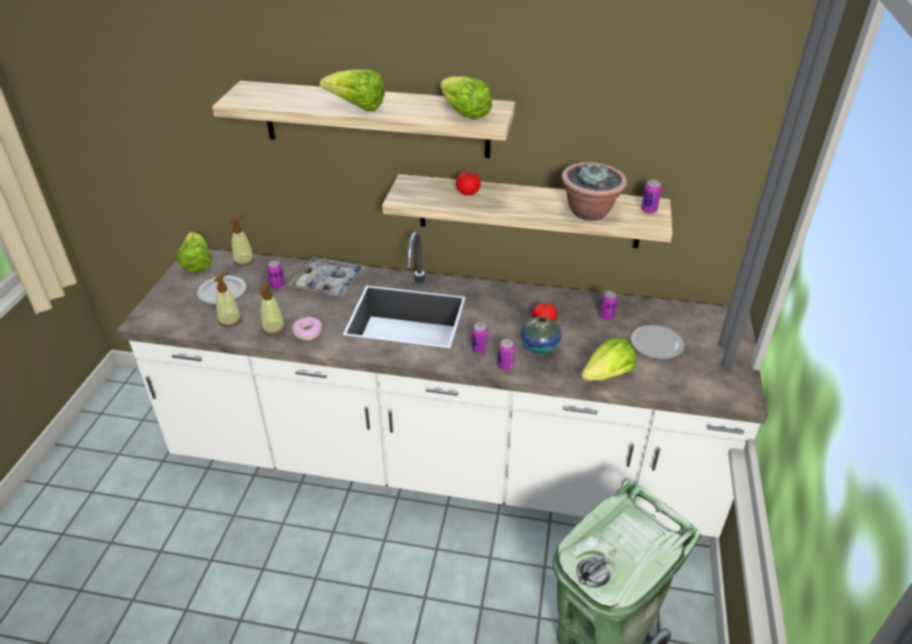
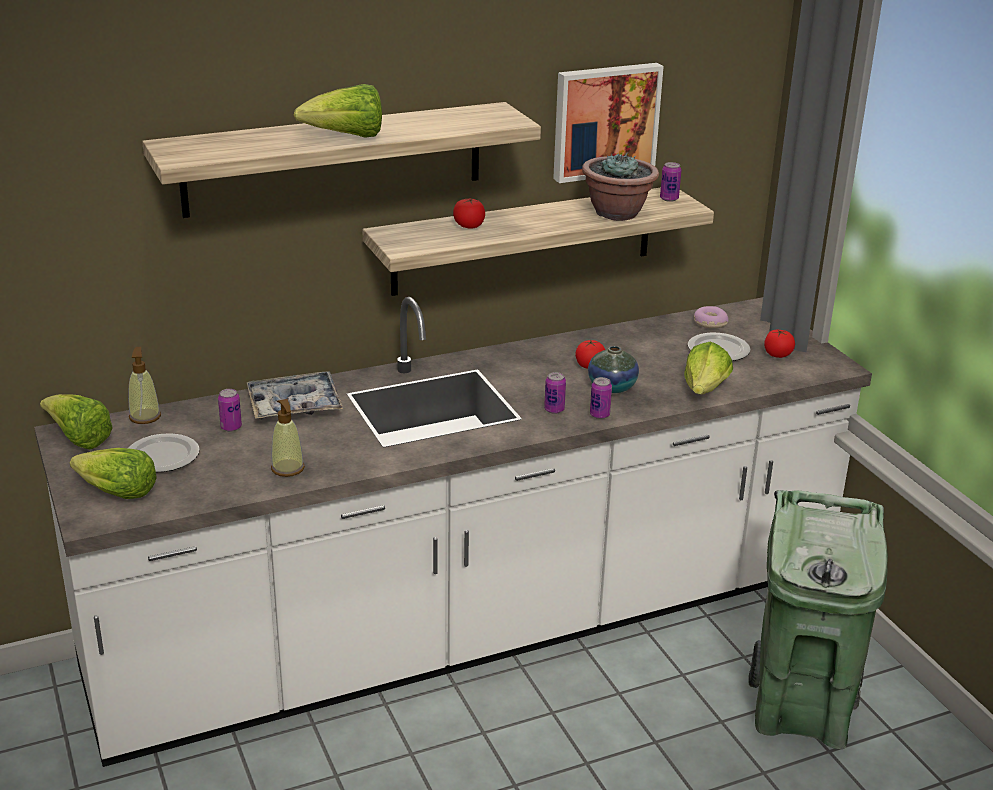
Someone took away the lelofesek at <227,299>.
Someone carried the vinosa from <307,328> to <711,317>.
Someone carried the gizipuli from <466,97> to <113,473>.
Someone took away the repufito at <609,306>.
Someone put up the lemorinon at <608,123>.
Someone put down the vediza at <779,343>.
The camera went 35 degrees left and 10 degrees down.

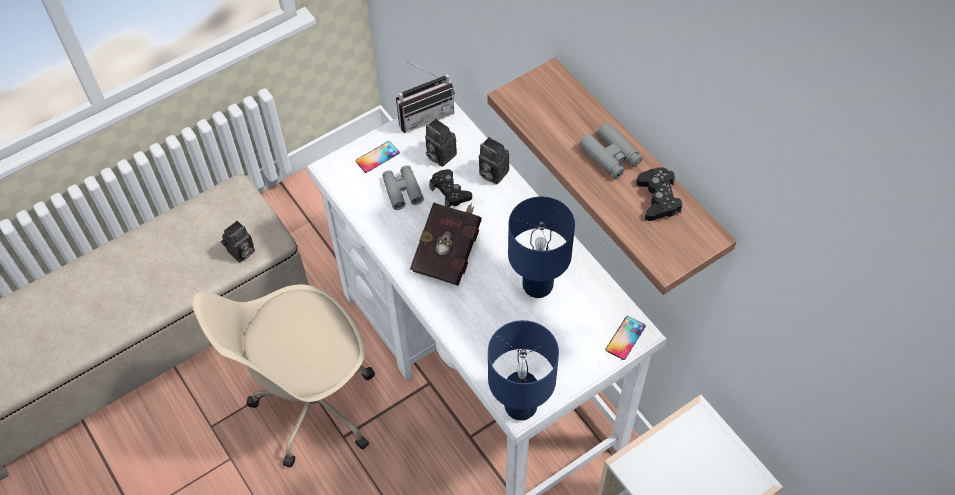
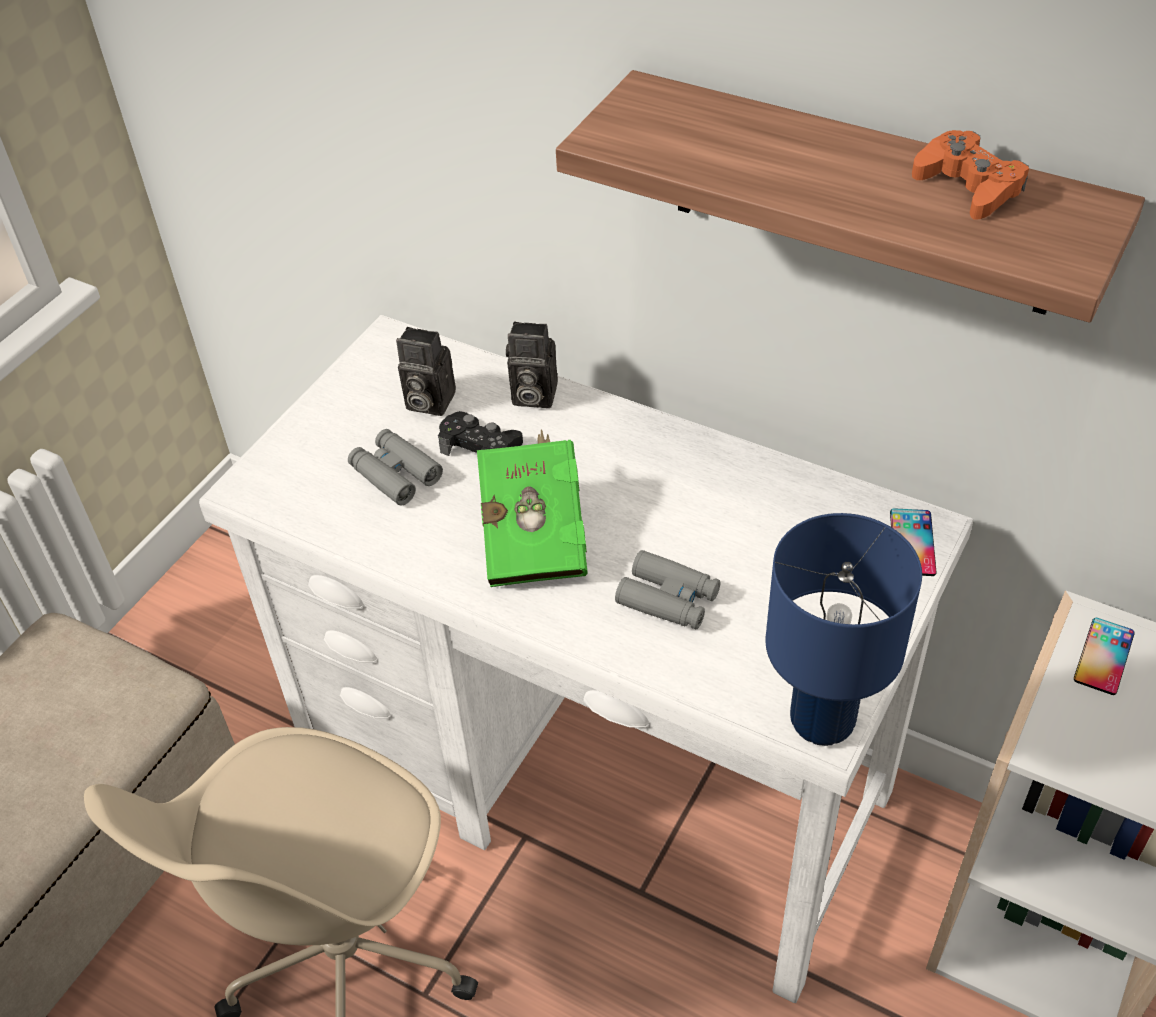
Someone took away the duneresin at <238,242>.
Someone carried the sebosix from <377,157> to <1104,656>.
Someone took away the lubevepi at <425,97>.
Someone repainted the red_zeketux at <446,244>, which became the green_zeketux at <532,508>.
Someone took away the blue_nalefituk at <541,247>.
Someone carried the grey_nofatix from <611,151> to <667,589>.
Someone repainted the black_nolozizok at <659,194>, which became the orange_nolozizok at <970,175>.
The camera went 25 degrees left and 10 degrees down.

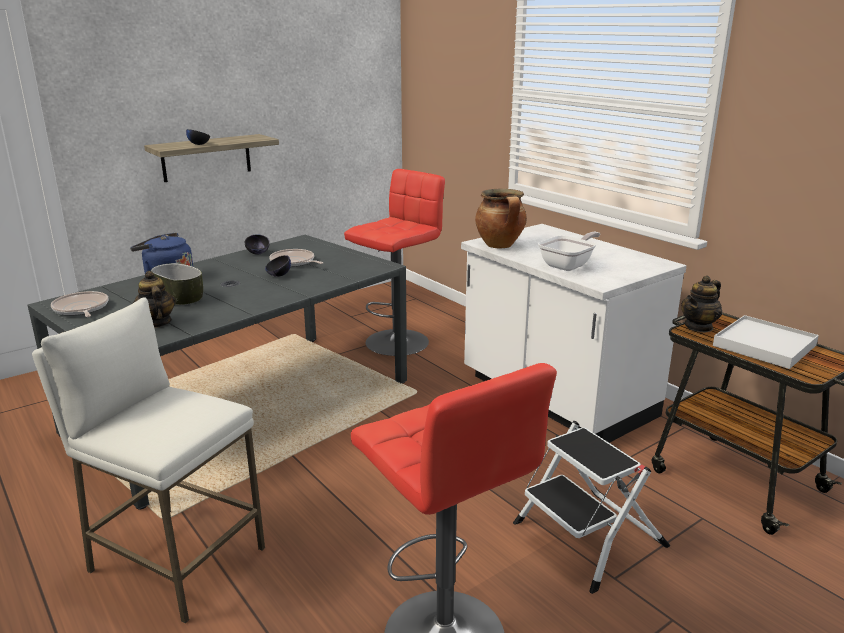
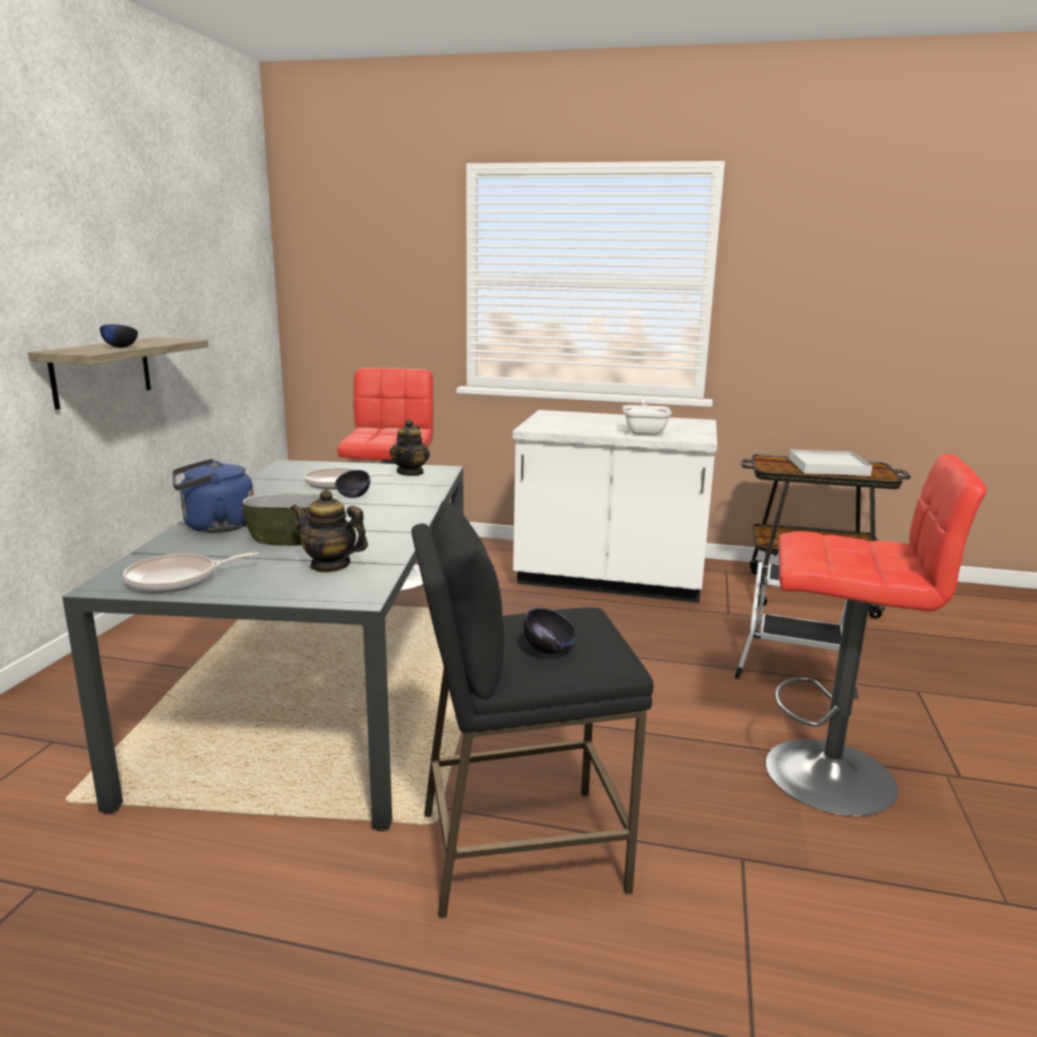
Someone repainted the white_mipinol at <148,460>, which became the black_mipinol at <532,709>.
Someone rotated the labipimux at <80,304> by 45 degrees counterclockwise.
Someone carried the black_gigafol from <257,244> to <549,631>.
Someone took away the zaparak at <501,218>.
Someone carried the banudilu from <702,304> to <410,447>.
The camera went 40 degrees left and 5 degrees down.

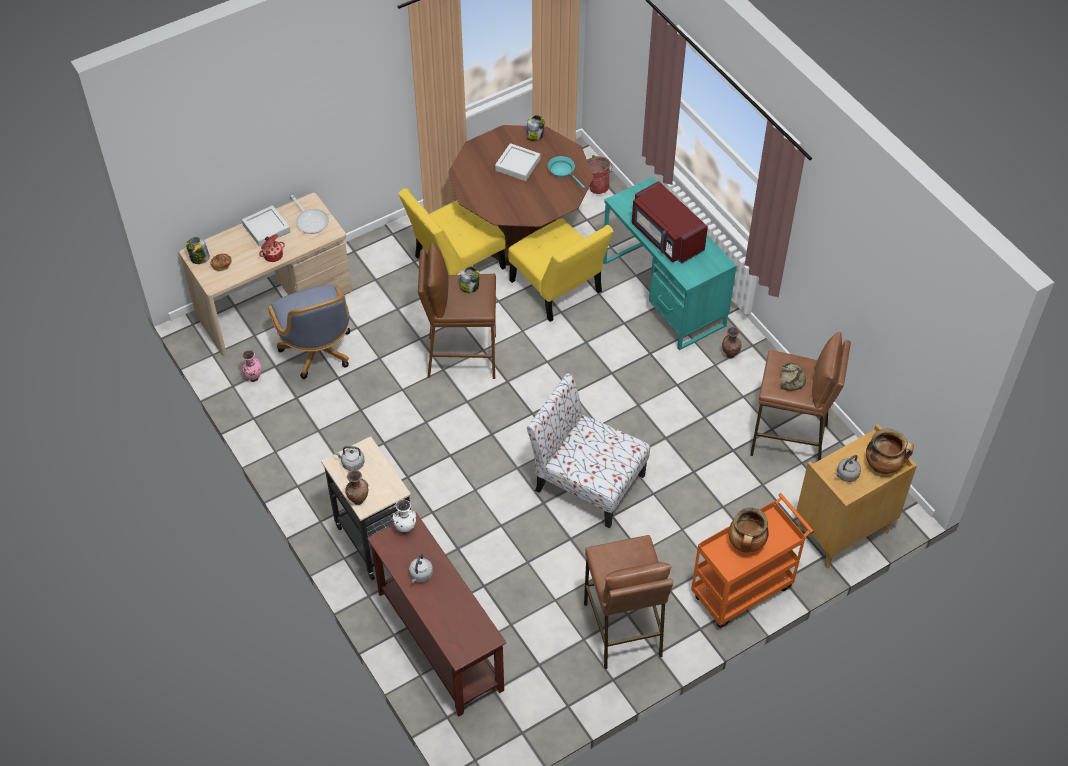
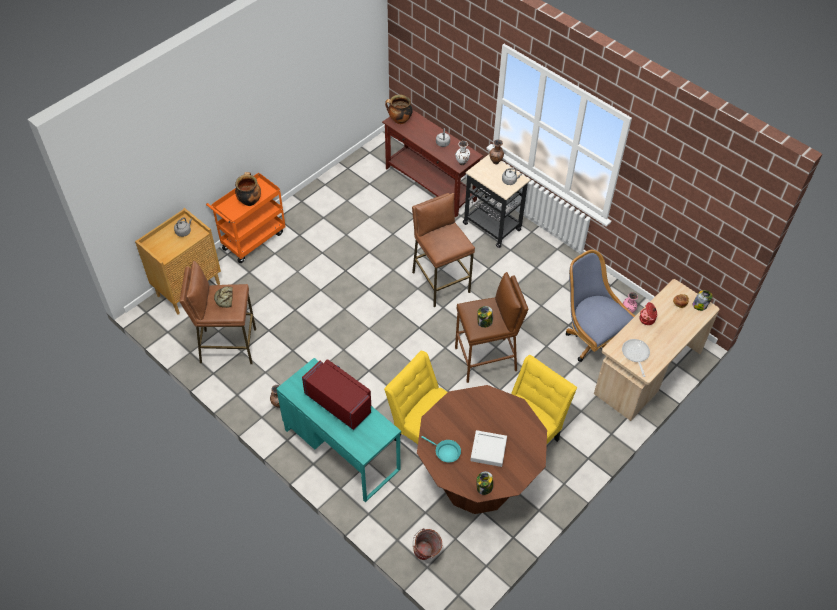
Someone took away the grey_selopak at <266,226>.
Someone rotated the labipimux at <310,214> by 45 degrees clockwise.
Someone took away the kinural at <588,450>.
Someone carried the brown_mipinol from <628,602> to <443,250>.
Someone carried the zaparak from <890,451> to <399,109>.
The camera went 165 degrees right and 0 degrees up.

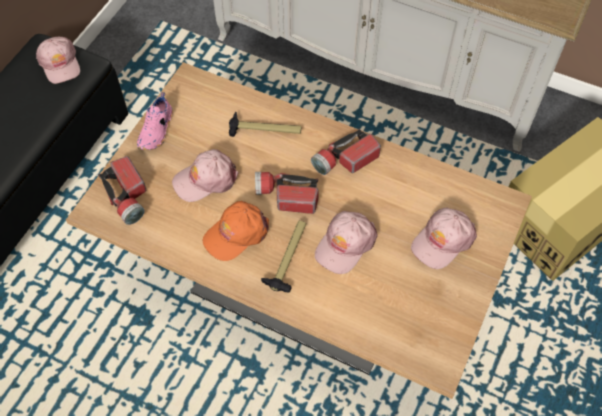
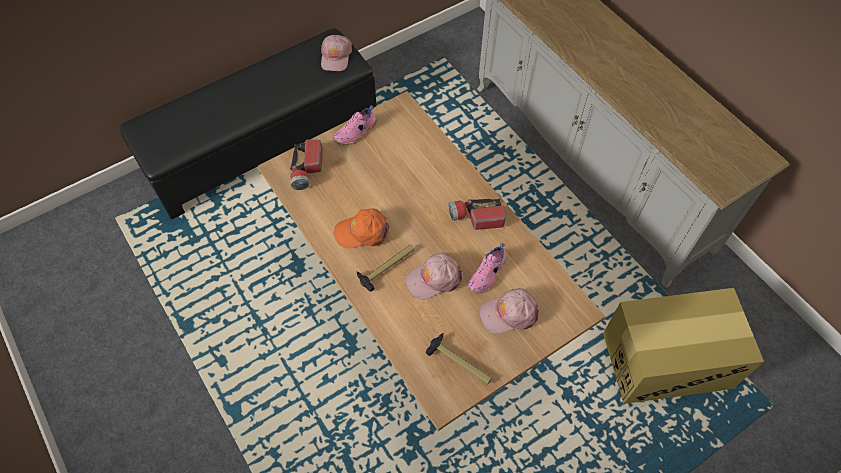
Someone took away the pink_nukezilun at <205,175>.
Someone carried the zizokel from <265,124> to <459,358>.
Someone took away the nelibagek at <287,193>.
Someone put down the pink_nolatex at <487,268>.
The camera went 30 degrees right and 0 degrees up.

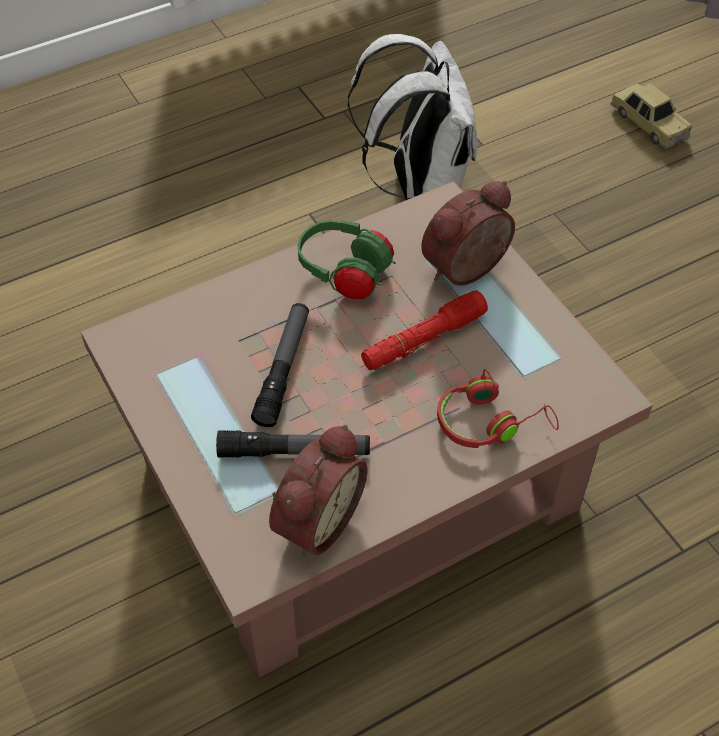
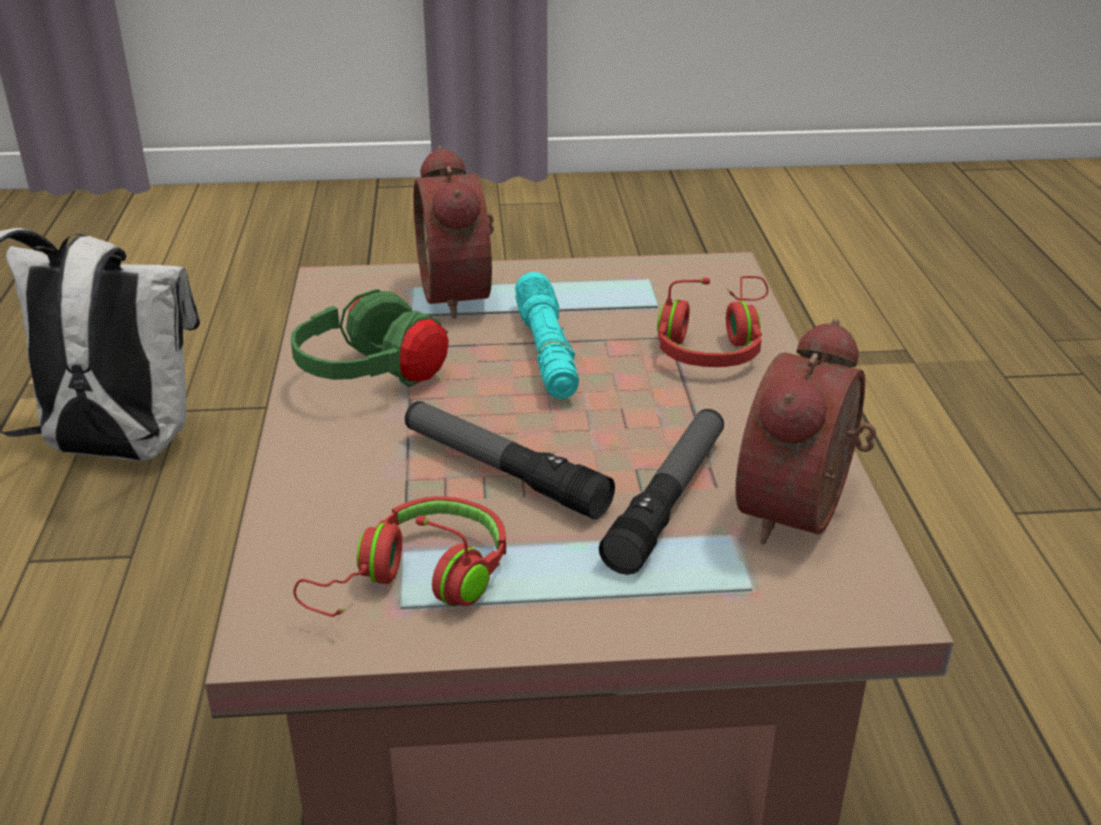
Someone rotated the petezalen at <318,491> by 120 degrees counterclockwise.
Someone repainted the red_nelibagek at <424,330>, which became the turquoise_nelibagek at <547,335>.
Someone took away the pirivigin at <651,115>.
Someone put down the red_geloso at <399,556>.
The camera went 65 degrees left and 20 degrees down.

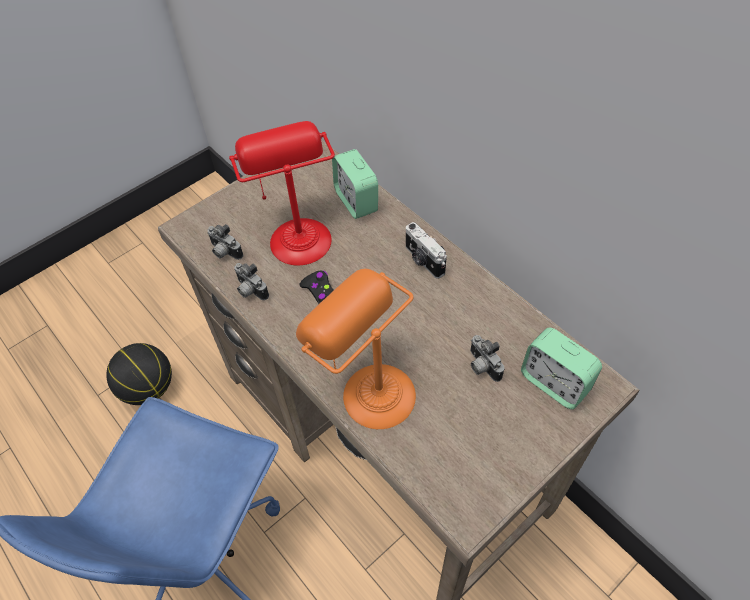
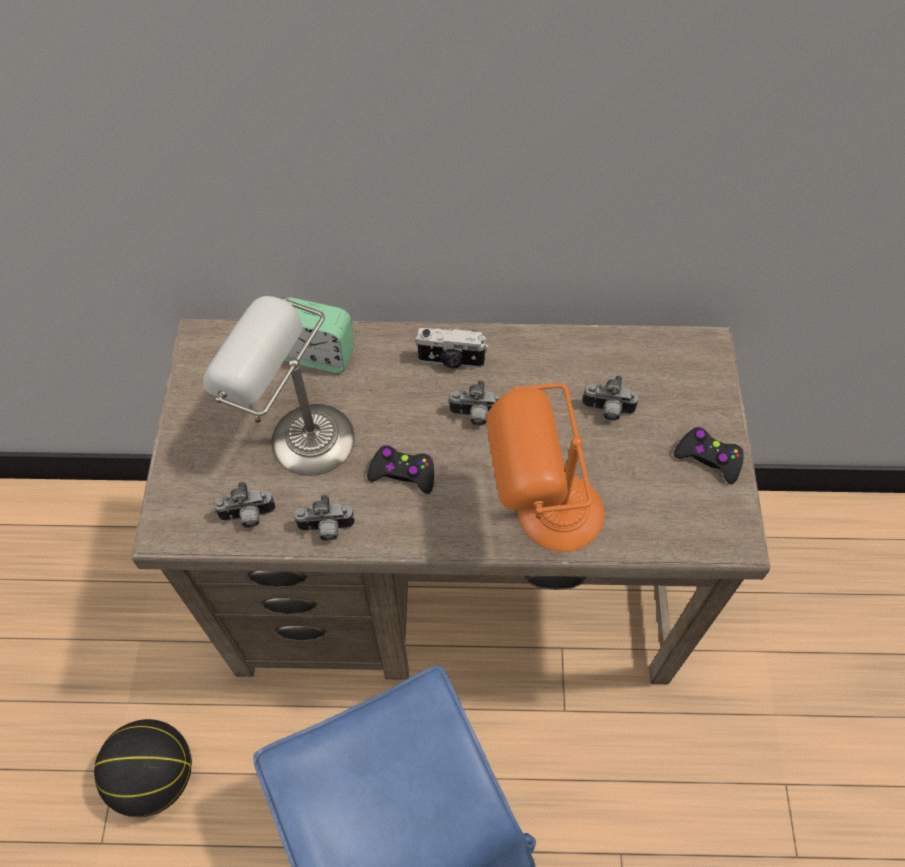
Someone repainted the red_nalefituk at <282,193>, which became the white_nalefituk at <279,386>.
Someone took away the petezalen at <561,368>.
Someone put down the duneresin at <474,403>.
Someone put down the black_nolozizok at <709,456>.
The camera went 50 degrees left and 5 degrees up.

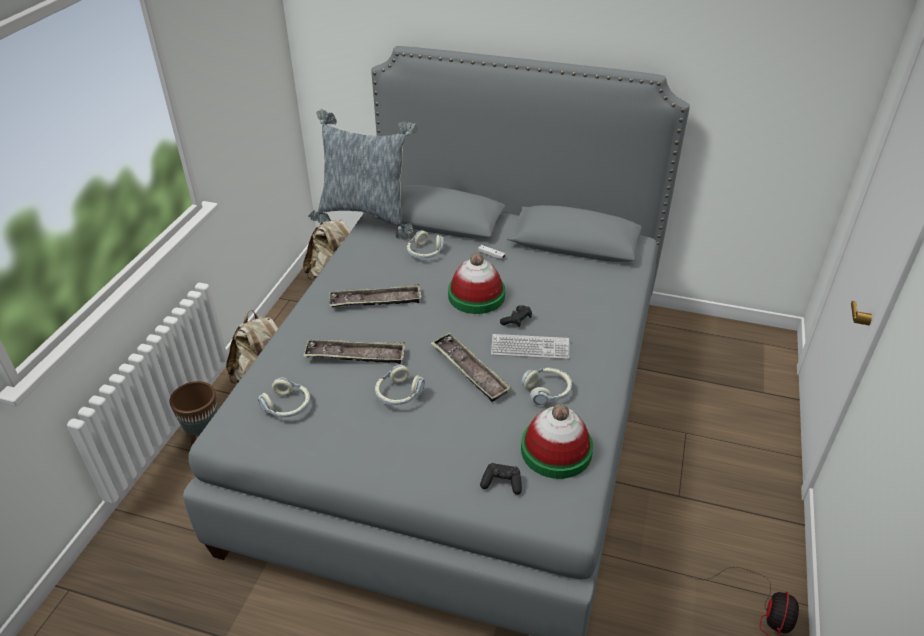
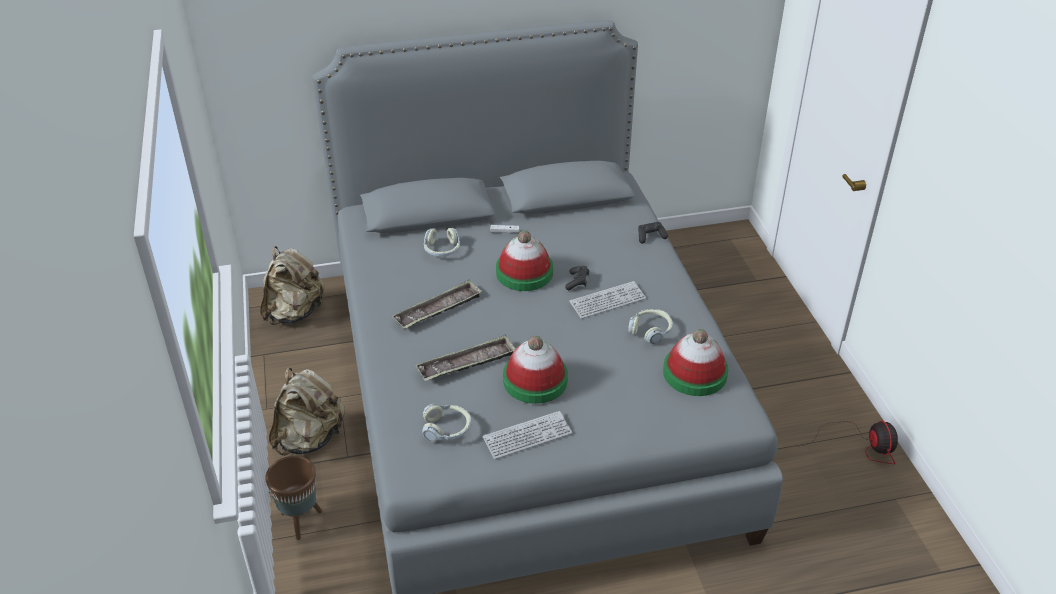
Someone took away the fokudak at <363,174>.
Someone swapped the geloso at <400,385> for the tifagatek at <535,370>.
Someone took away the selopak at <471,367>.
Someone carried the black_nolozizok from <501,479> to <653,233>.
Someone put down the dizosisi at <527,435>.
The camera went 30 degrees left and 0 degrees up.

